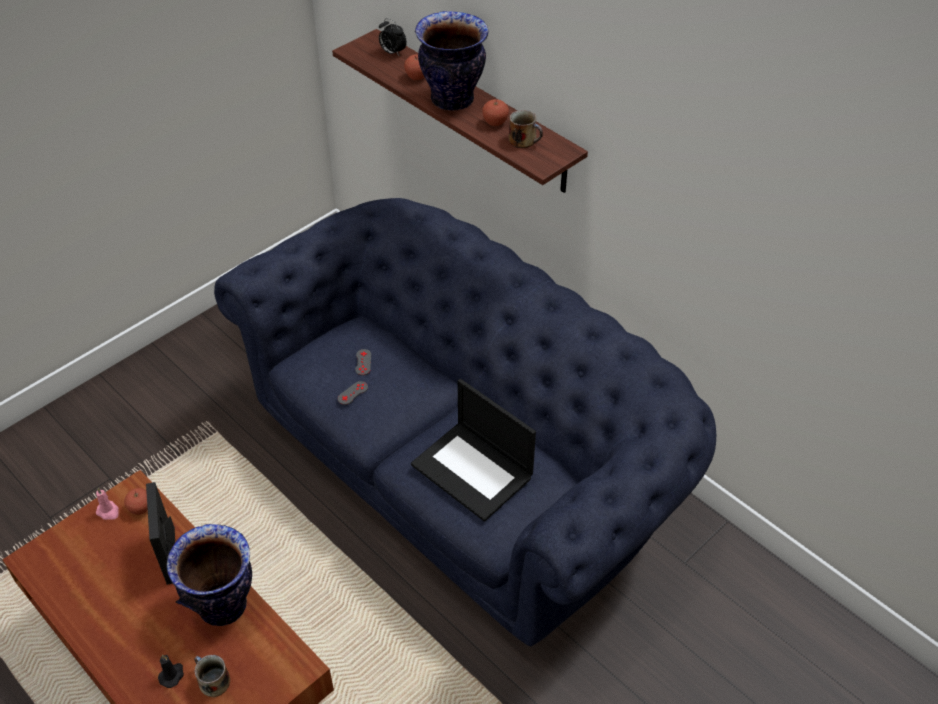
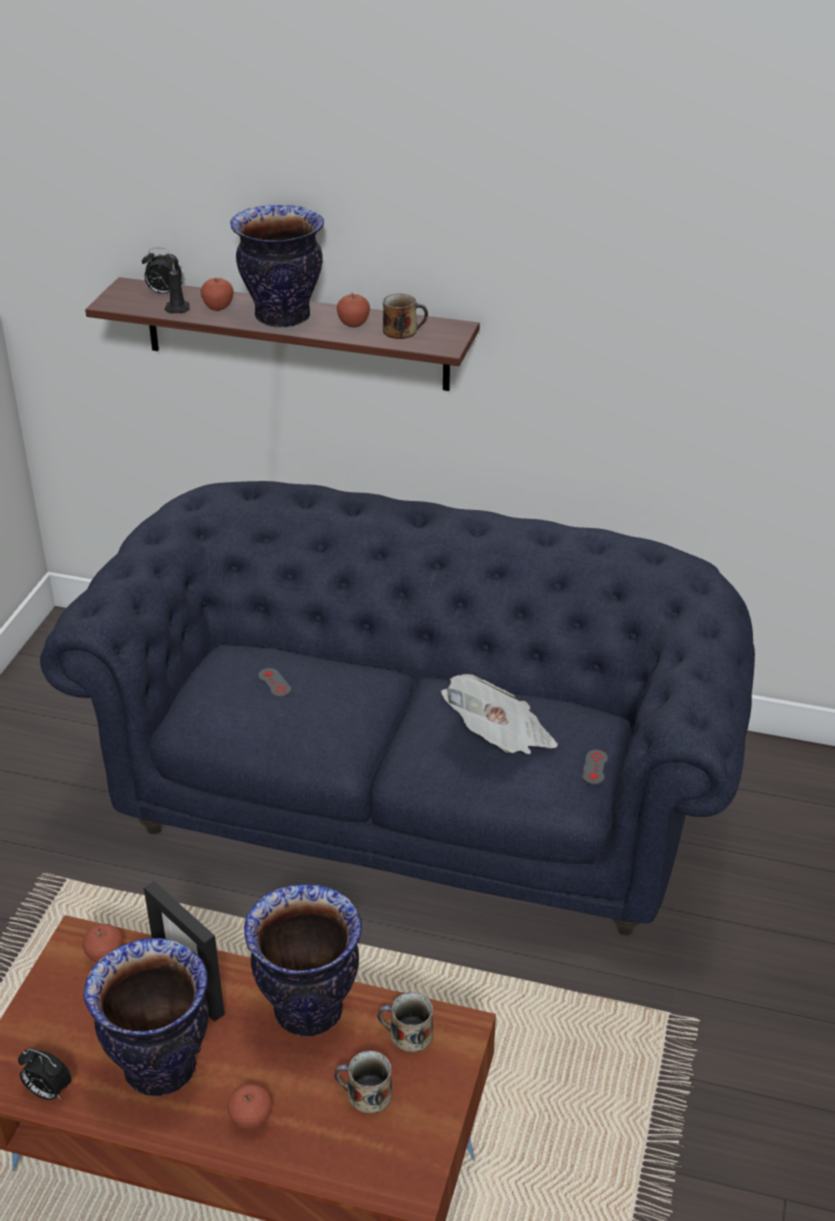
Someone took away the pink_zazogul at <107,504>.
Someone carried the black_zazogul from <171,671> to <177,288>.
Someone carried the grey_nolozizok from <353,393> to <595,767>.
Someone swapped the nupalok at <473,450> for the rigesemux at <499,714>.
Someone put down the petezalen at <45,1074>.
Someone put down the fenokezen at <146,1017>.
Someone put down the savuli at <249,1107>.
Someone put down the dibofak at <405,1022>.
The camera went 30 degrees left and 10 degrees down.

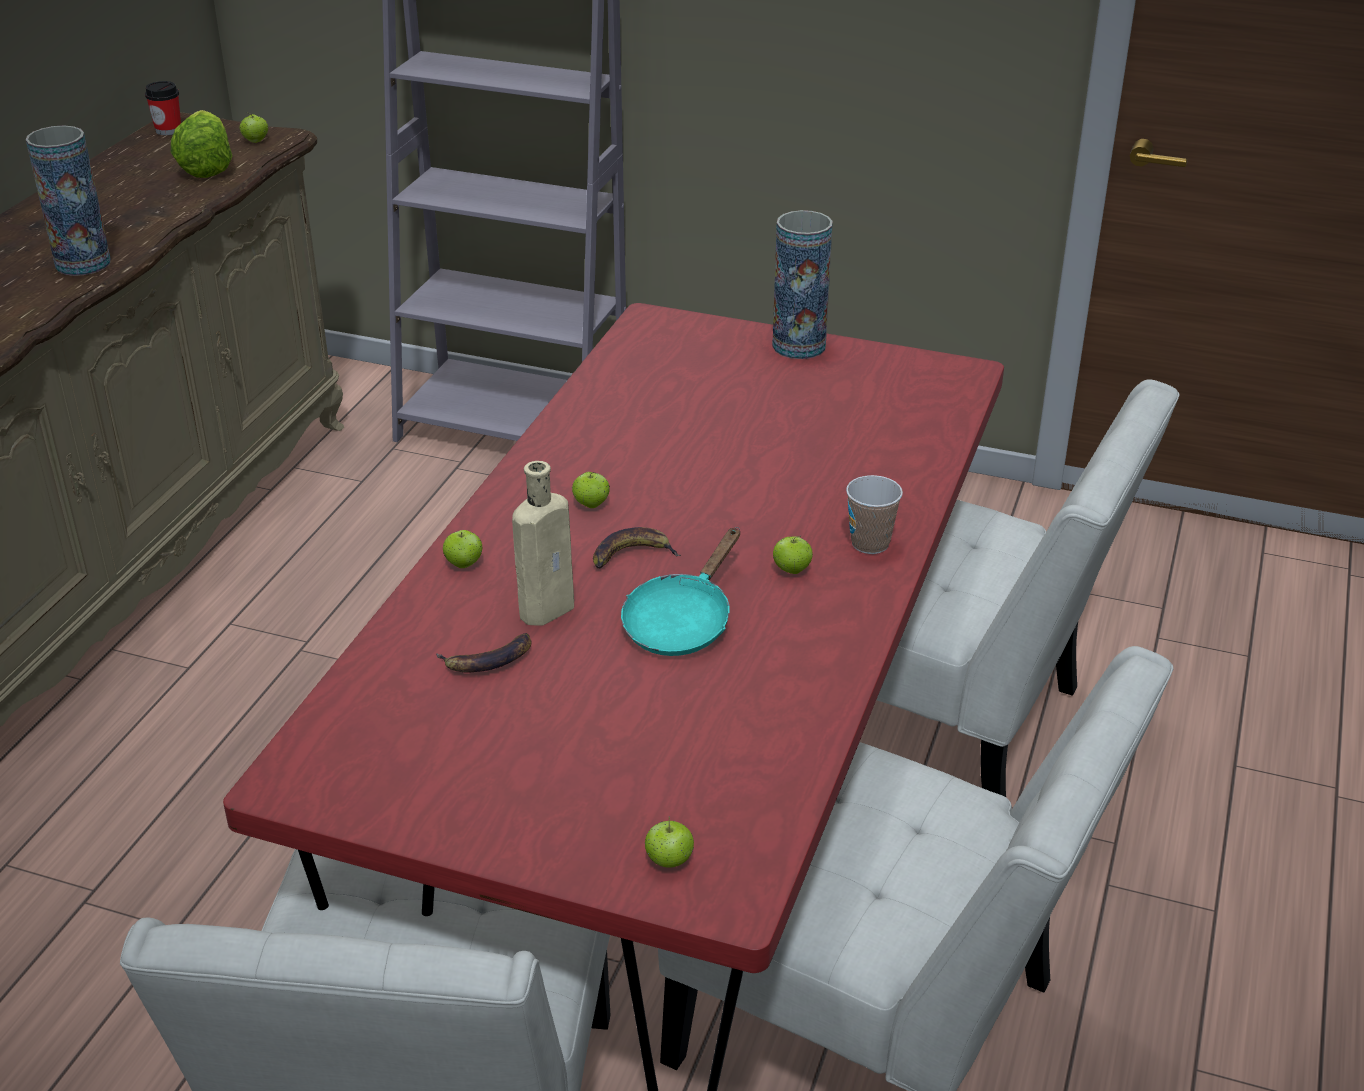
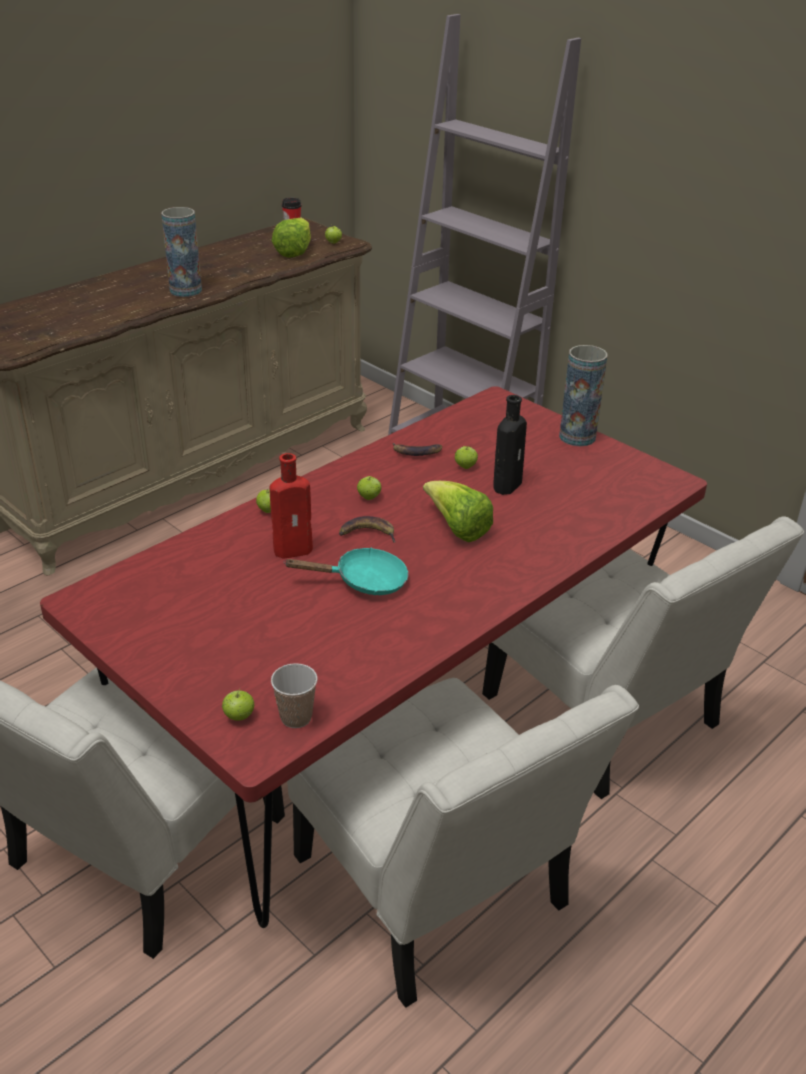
Someone carried the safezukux from <484,652> to <417,449>.
Someone repainted the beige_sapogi at <543,543>, which became the red_sapogi at <291,506>.
Someone rotated the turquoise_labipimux at <680,591> by 150 degrees counterclockwise.
Someone carried the savuli from <793,555> to <466,457>.
Someone carried the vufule from <874,514> to <294,695>.
Someone put down the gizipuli at <458,511>.
Someone put down the black_sapogi at <510,445>.
The camera went 25 degrees right and 0 degrees up.

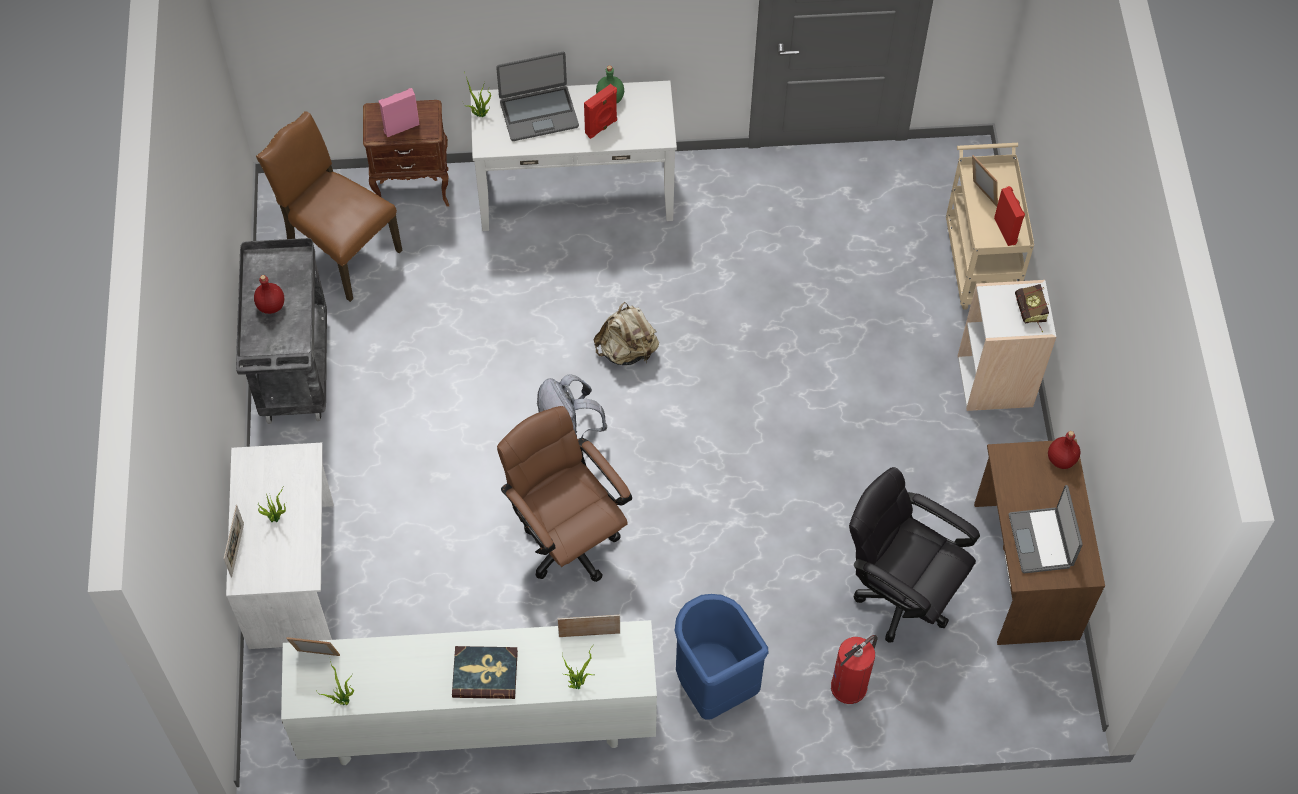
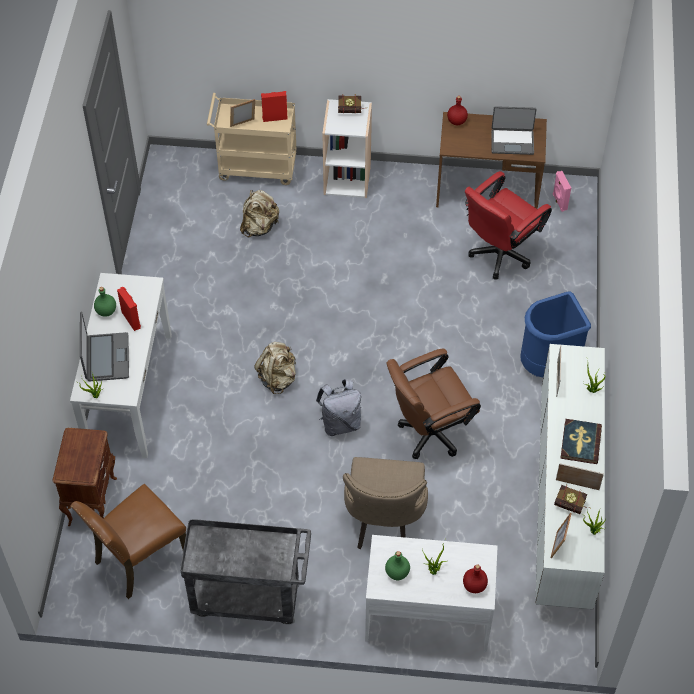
Someone carried the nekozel from <233,541> to <580,476>.
Someone carried the red_sapogi from <269,294> to <475,578>.
Someone carried the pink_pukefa from <399,112> to <562,191>.
Someone took away the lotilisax at <854,669>.
Someone repainted the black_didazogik at <914,555>, which became the red_didazogik at <508,225>.
Someone put down the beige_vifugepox at <259,213>.
Someone put down the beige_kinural at <385,503>.
Someone put down the green_sapogi at <397,565>.
Someone put down the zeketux at <572,499>.
The camera went 80 degrees left and 5 degrees down.

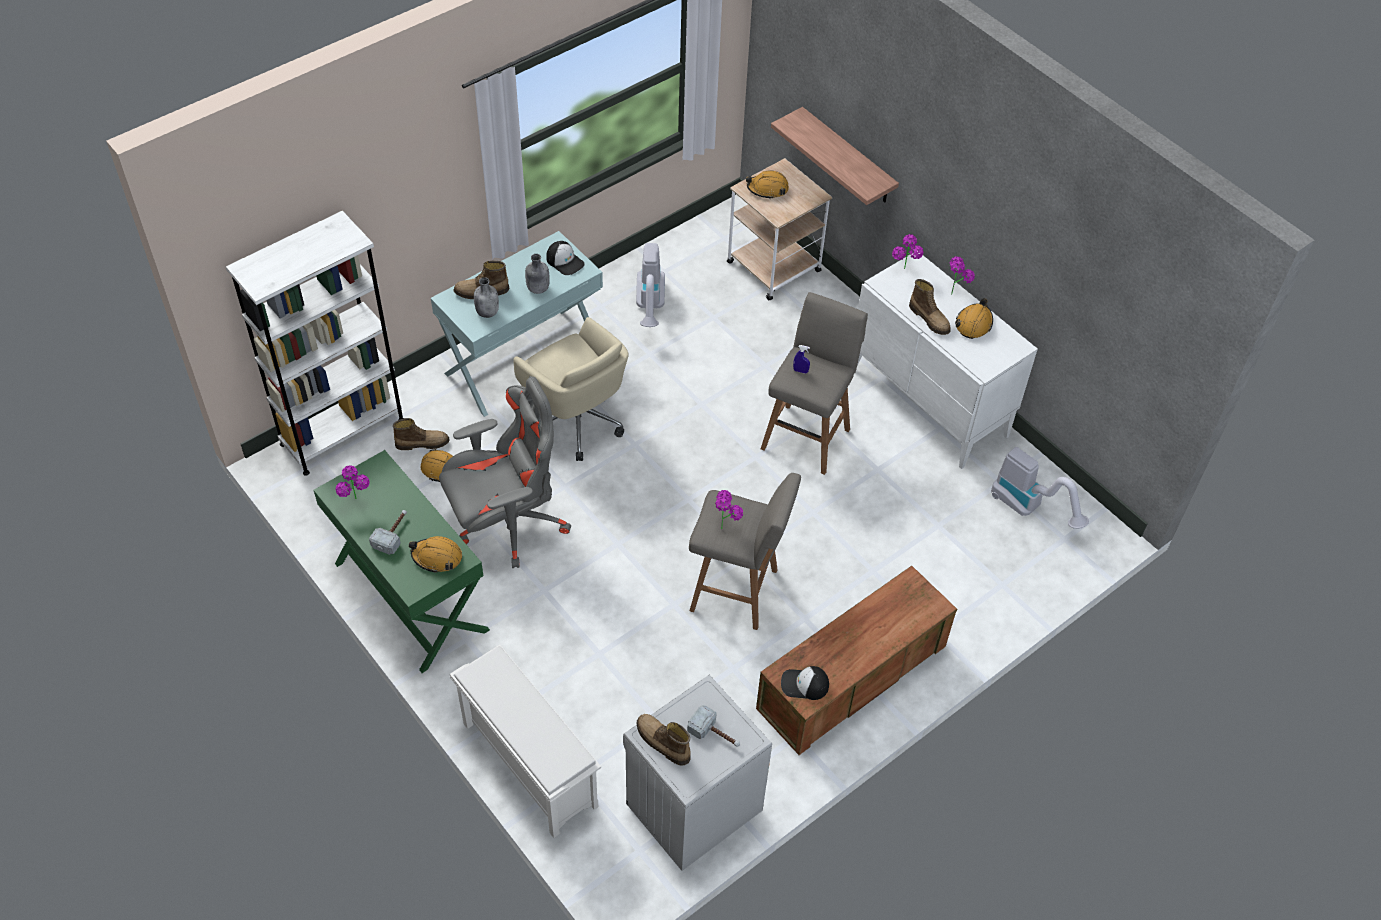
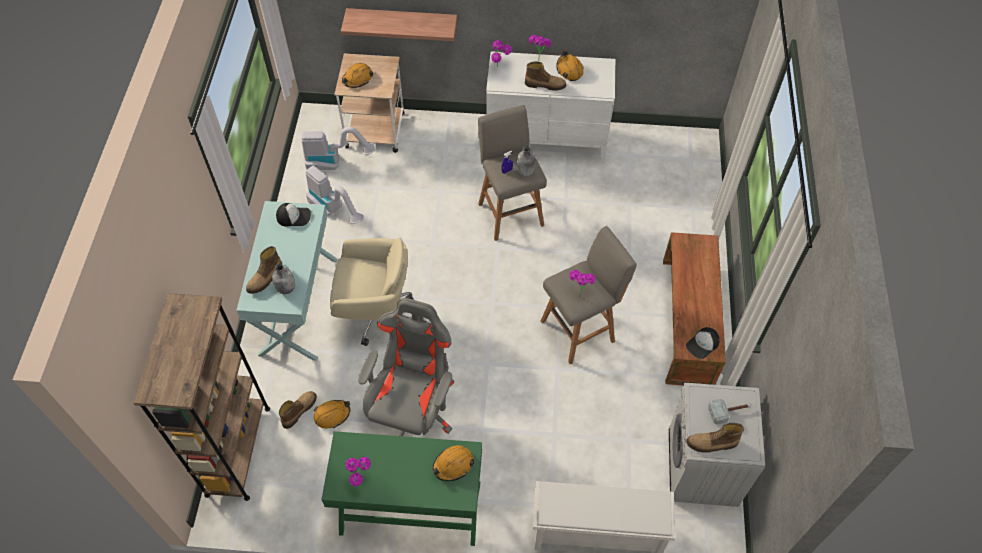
Someone repainted the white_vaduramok at <315,343>, which became the brown_vaduramok at <202,397>.
Someone took away the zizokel at <388,532>.
Someone carried the grey_sapogi from <537,274> to <526,161>.
Someone carried the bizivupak from <1040,488> to <338,148>.
The camera went 45 degrees left and 5 degrees up.

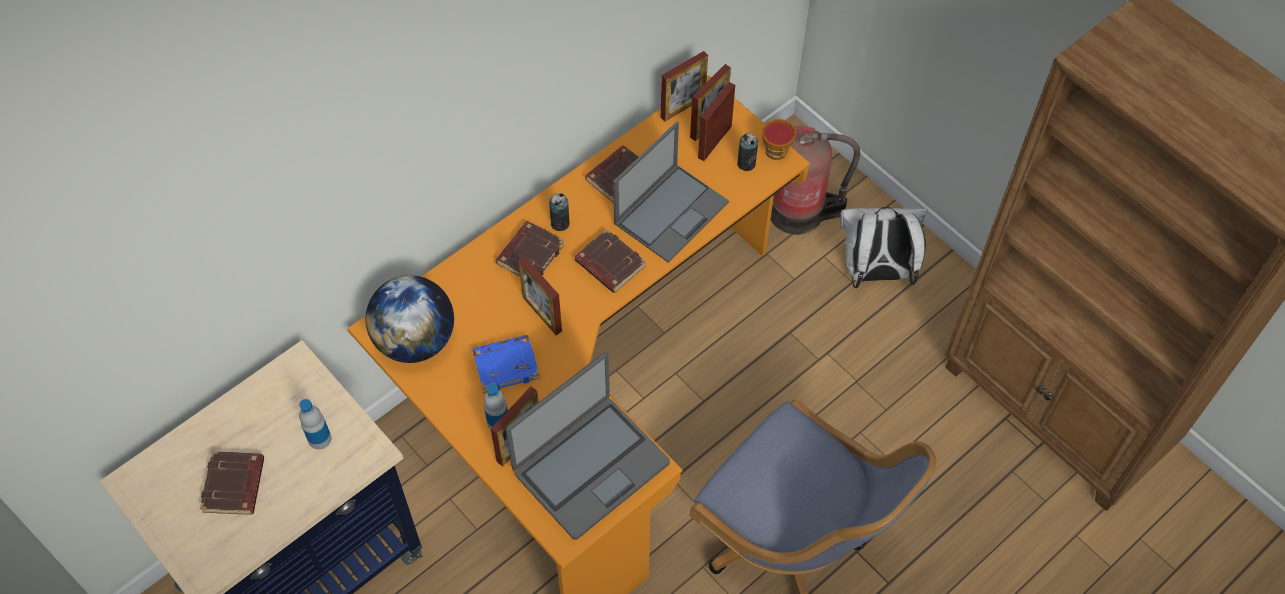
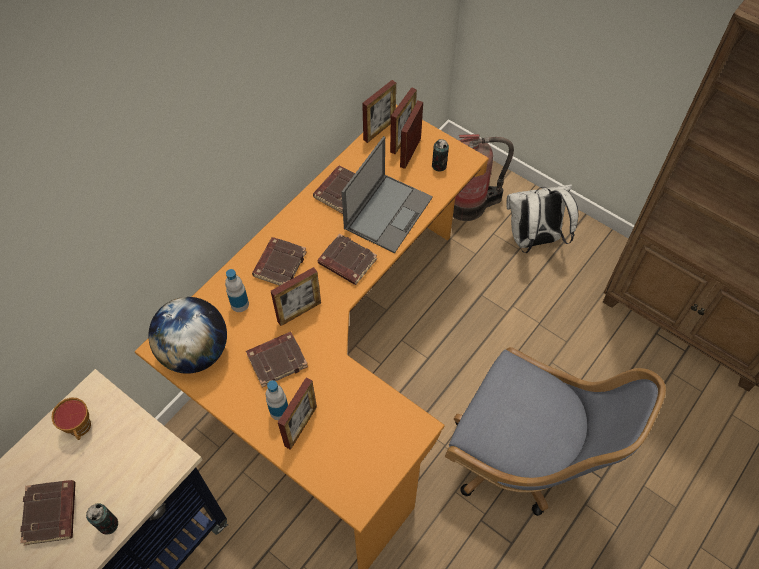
Someone carried the sapogi from <315,424> to <237,290>.
Someone repainted the blue_zeketux at <506,364>, which became the brown_zeketux at <277,359>.
Someone took away the nupalok at <588,446>.
Someone rotated the nekozel at <540,295> by 75 degrees counterclockwise.
Someone carried the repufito from <559,212> to <102,519>.
Someone carried the vufule from <779,139> to <71,419>.
The camera went 10 degrees left and 0 degrees up.

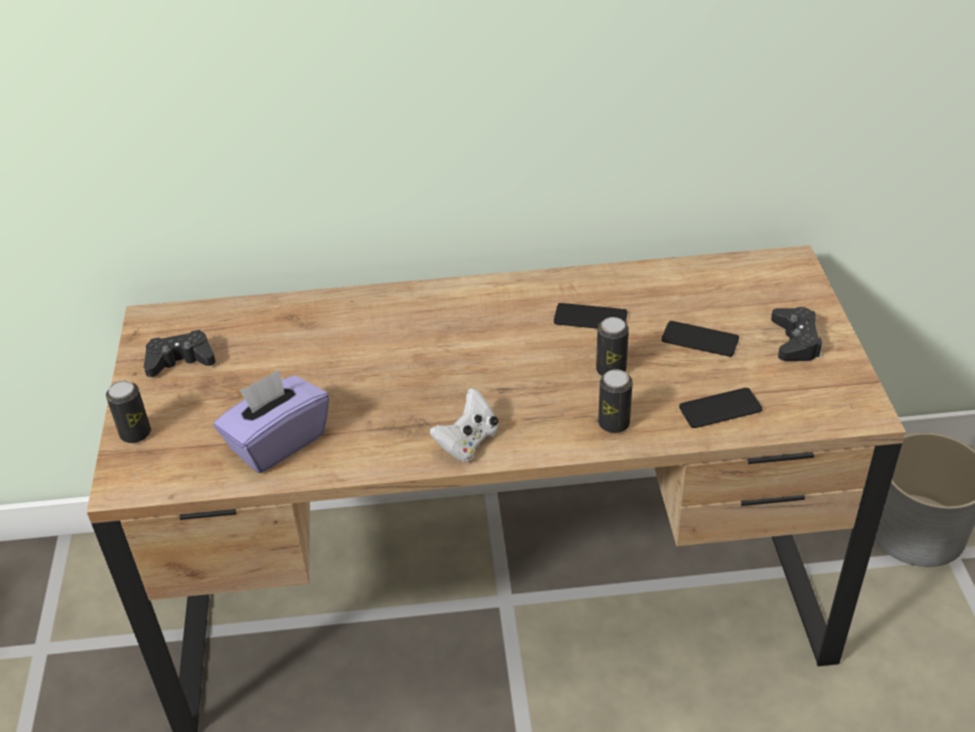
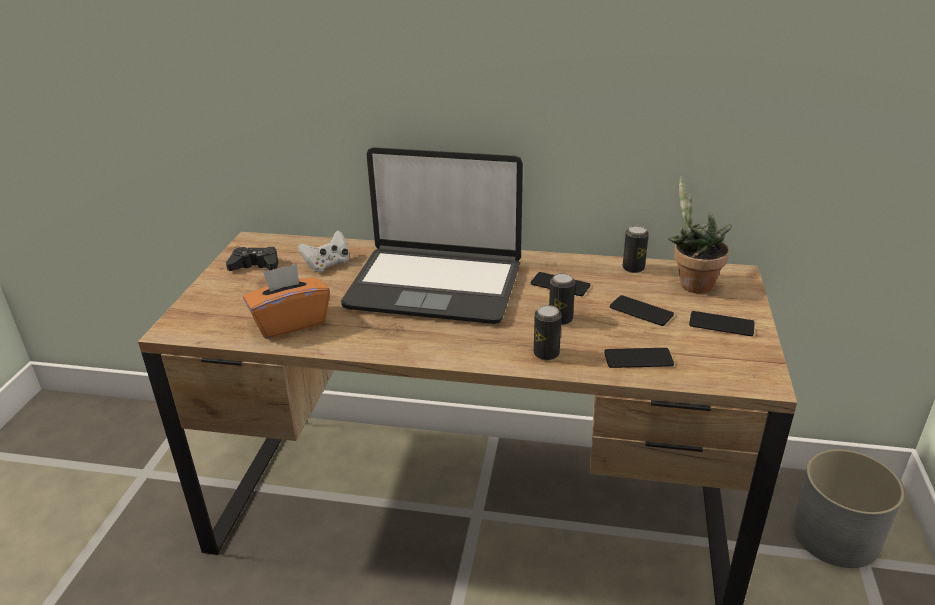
Someone carried the repufito from <128,411> to <636,249>.
Someone repainted the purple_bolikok at <271,421>, which became the orange_bolikok at <286,301>.
Someone carried the white_nolozizok from <464,425> to <323,251>.
Someone swapped the black_nolozizok at <797,334> for the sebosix at <721,323>.
Someone put down the nupalok at <432,235>.
Someone put down the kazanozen at <700,234>.
The camera went 15 degrees right and 10 degrees down.

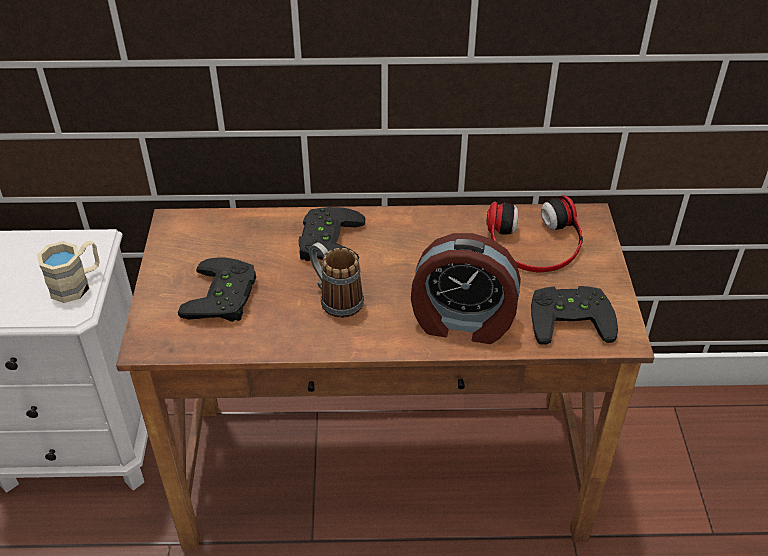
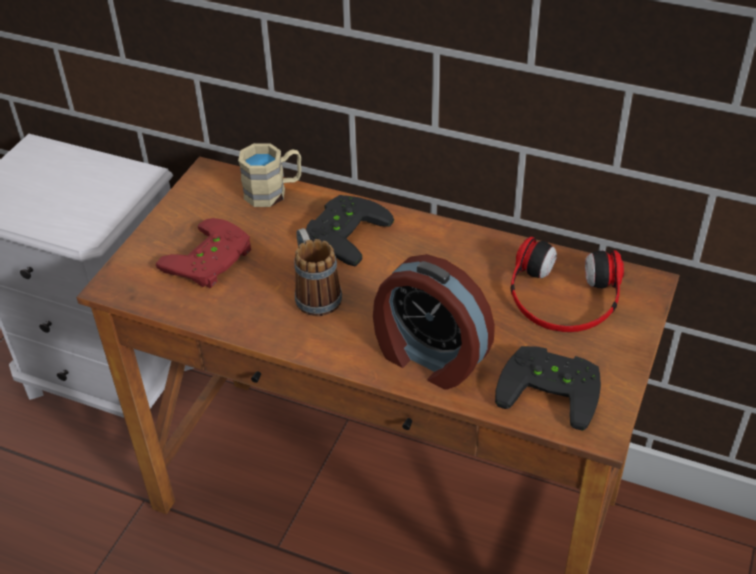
Someone carried the beige_dibofak from <68,272> to <269,175>.
Someone repainted the black_nolozizok at <217,289>, which became the red_nolozizok at <203,253>.
The camera went 25 degrees right and 0 degrees up.

